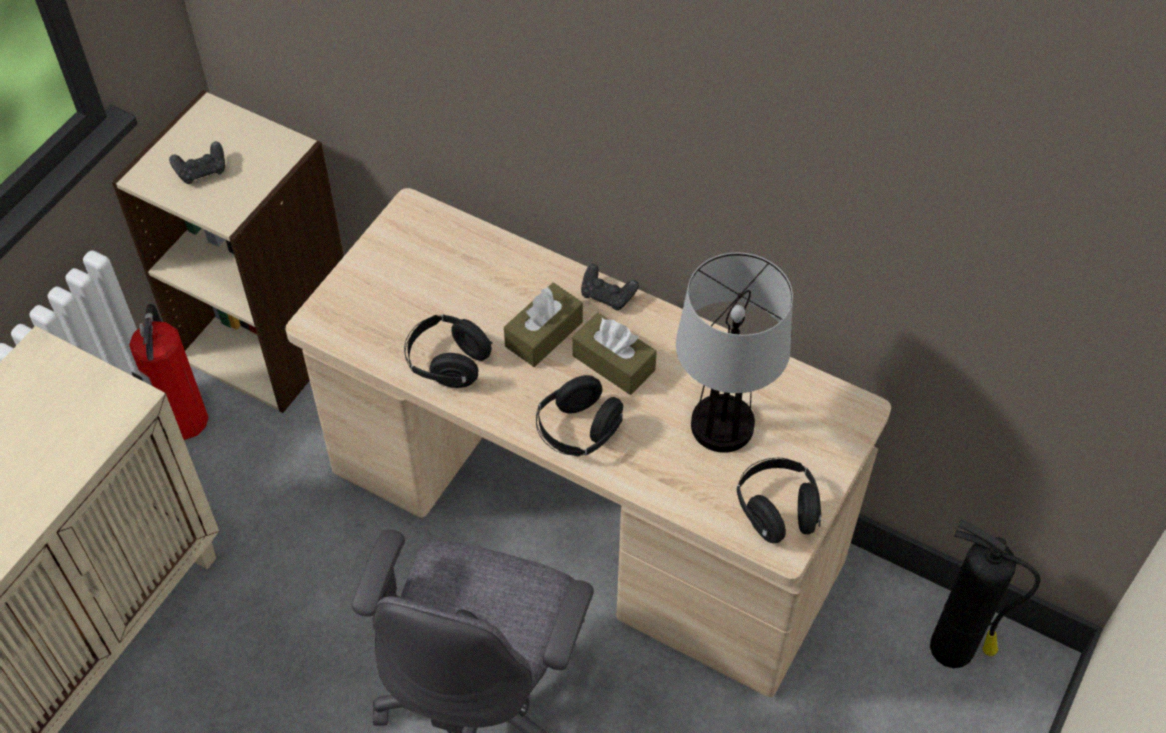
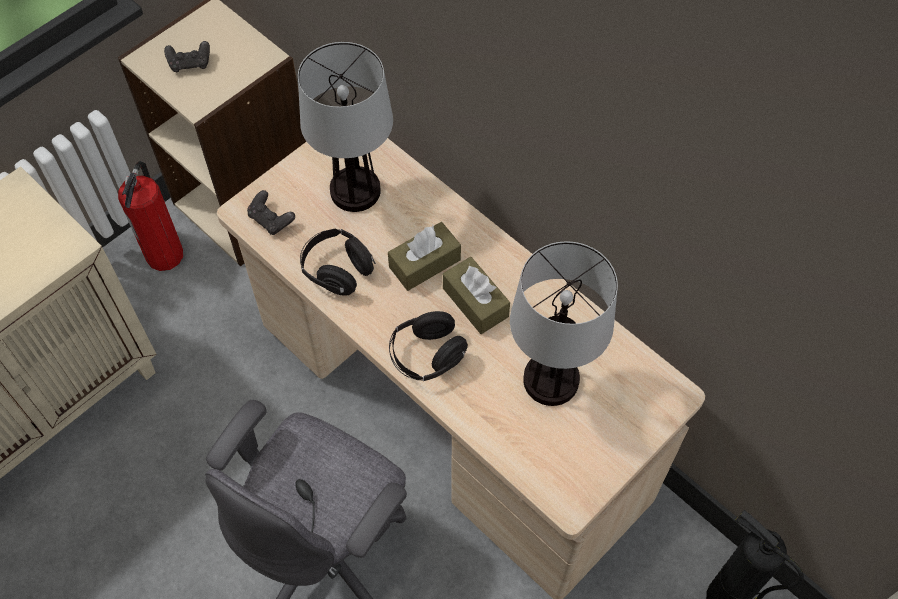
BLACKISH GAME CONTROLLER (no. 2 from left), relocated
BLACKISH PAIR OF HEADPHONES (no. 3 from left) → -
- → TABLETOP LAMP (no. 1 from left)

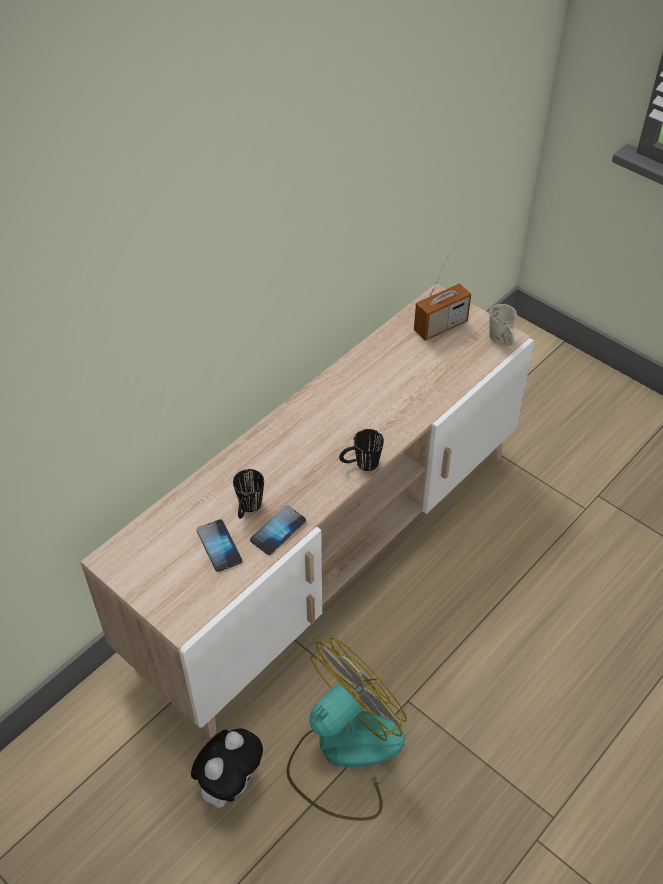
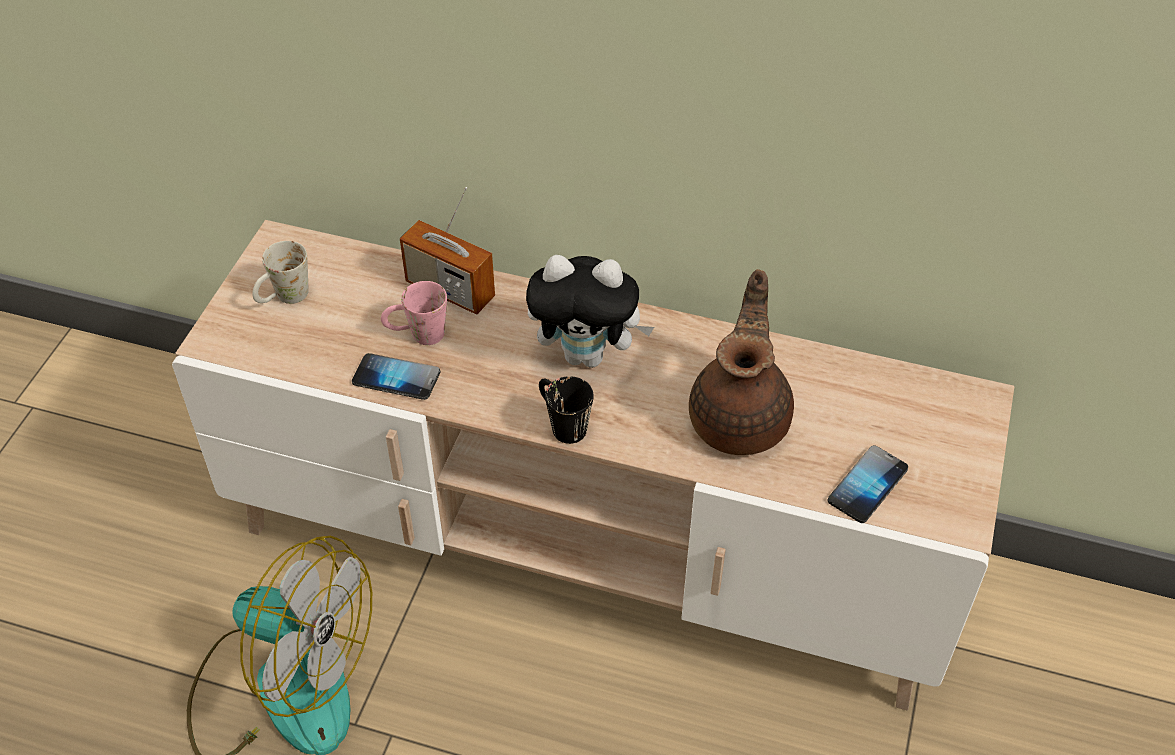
SOFT TOY, relocated
TELEPHONE (no. 1 from left in the first image) → TELEPHONE (no. 2 from left), relocated
BLACKISH COFFEE MUG (no. 1 from left) → PINK COFFEE MUG
RADIO SET, relocated
WHITISH COFFEE MUG, relocated
- → BROWN-COLOURED TEAPOT

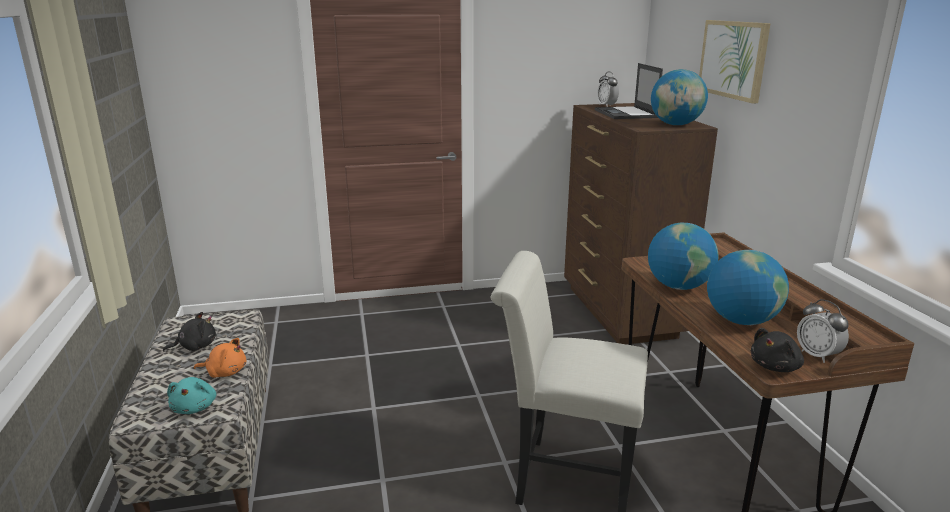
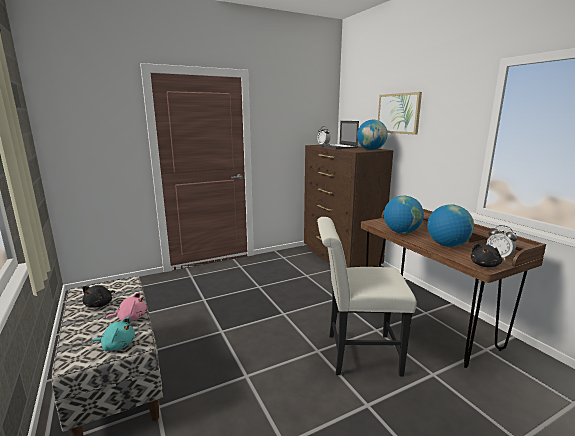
BLACKISH SOFT TOY (no. 1 from left), 150 degrees clockwise
TURQUOISE SOFT TOY, 60 degrees counterclockwise
ORANGE SOFT TOY → PINK SOFT TOY

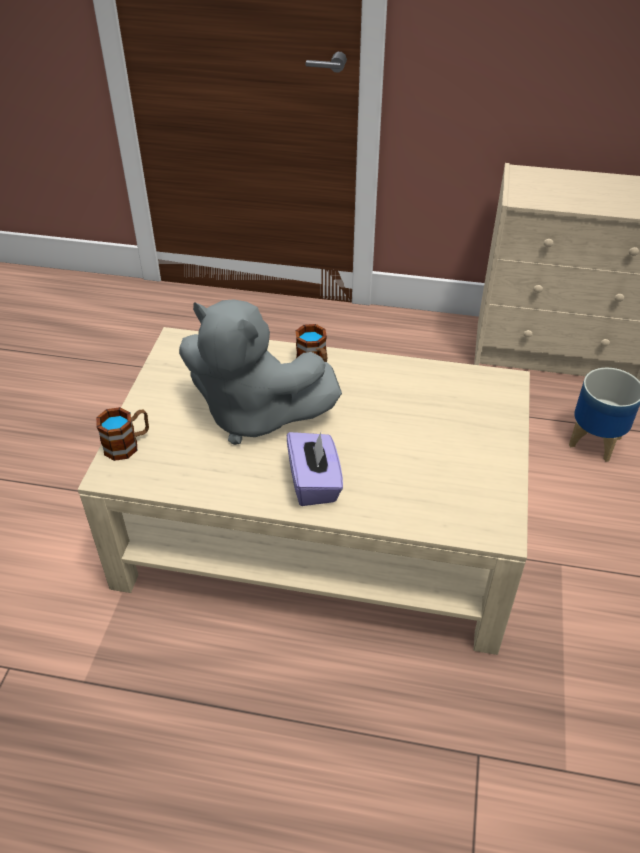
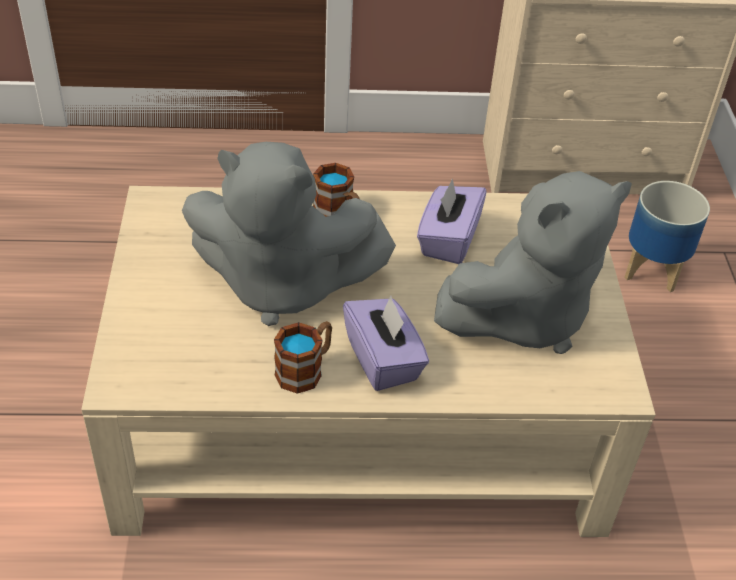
COFFEE MUG (no. 1 from left), relocated
- → PURPLE TISSUE HOLDER (no. 2 from left)
- → GREY SOFT TOY (no. 2 from left)

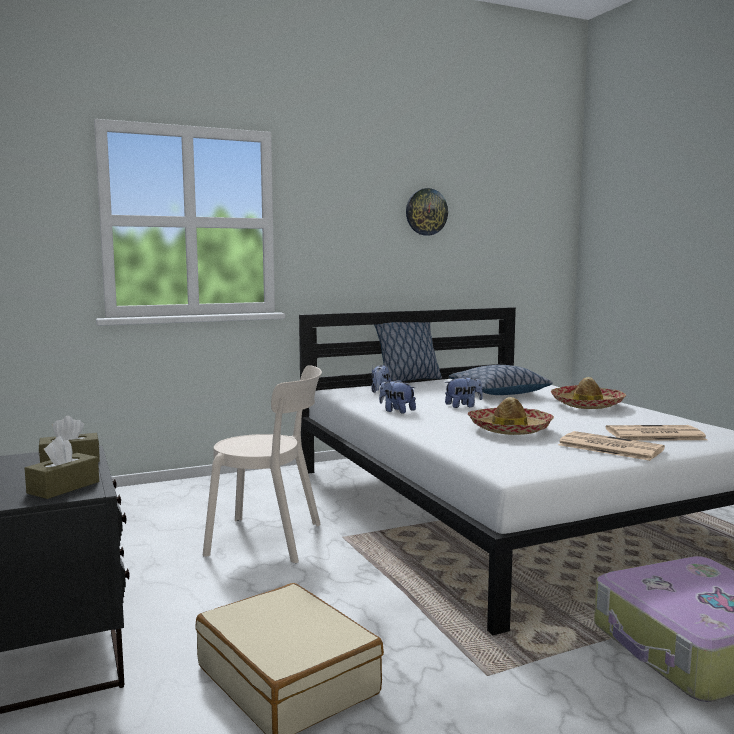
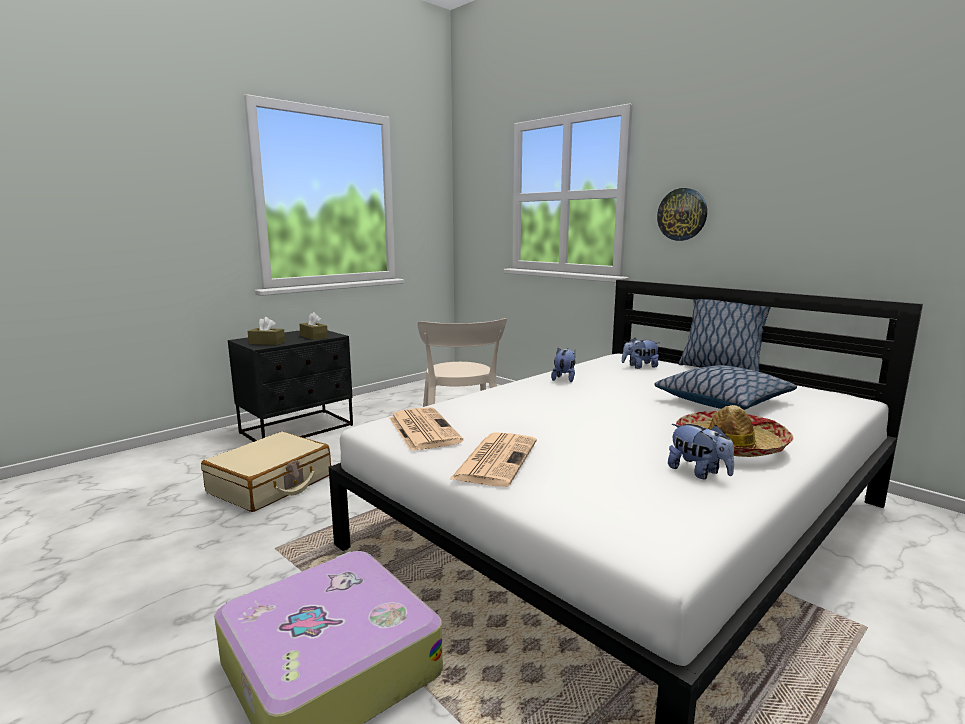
WALL CLOCK, relocated
SOFT TOY (no. 3 from left), relocated
CLOTHING HAT (no. 1 from left) → -
PRINTED PAPER (no. 2 from left in the first image) → PRINTED PAPER (no. 1 from left), relocated

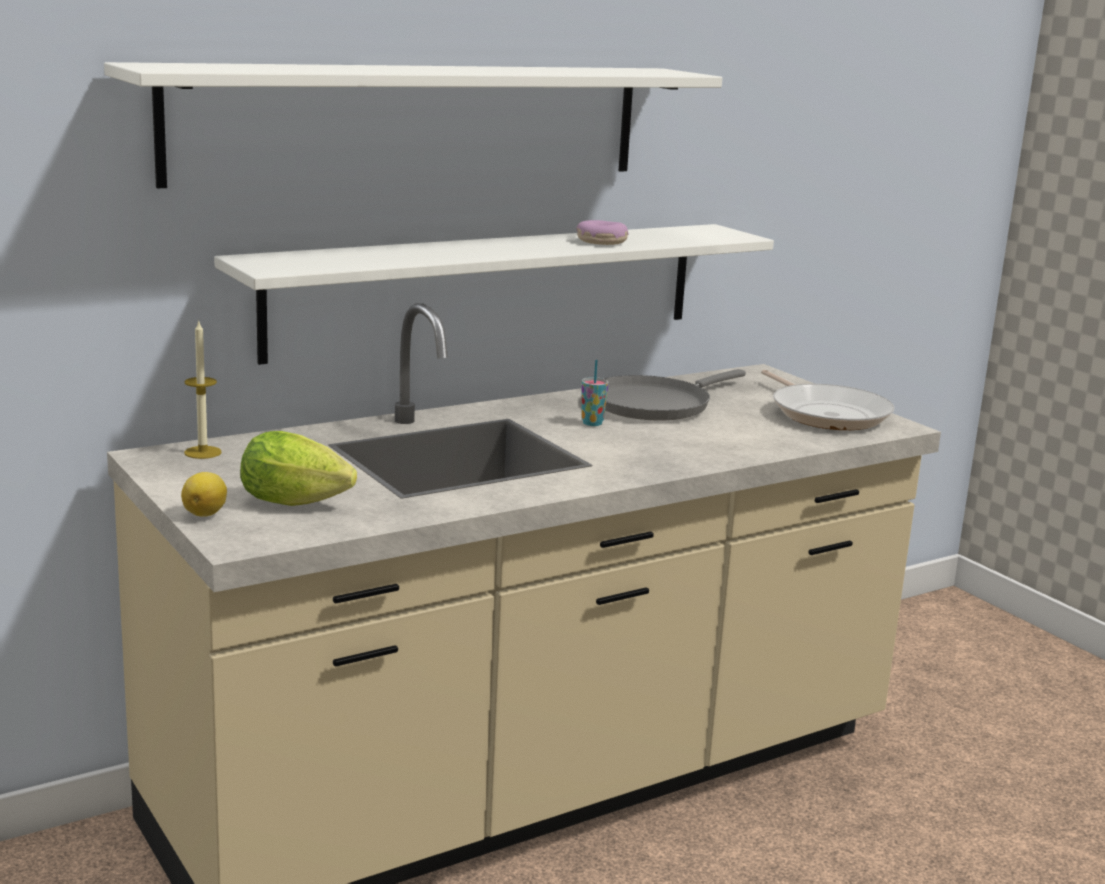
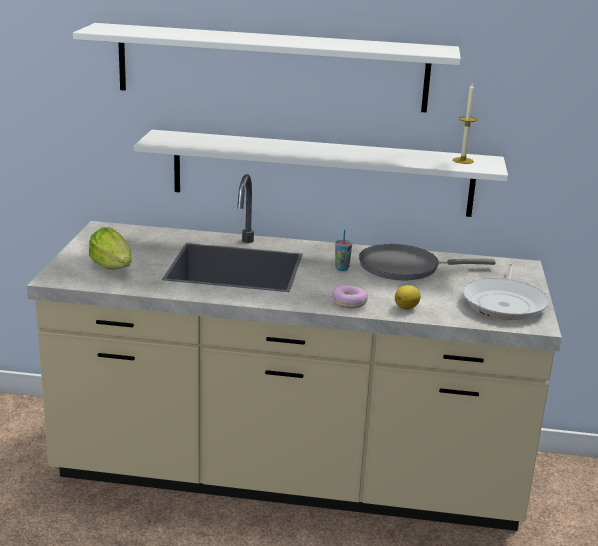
LEMON, relocated
CANDLE, relocated
DONUT, relocated

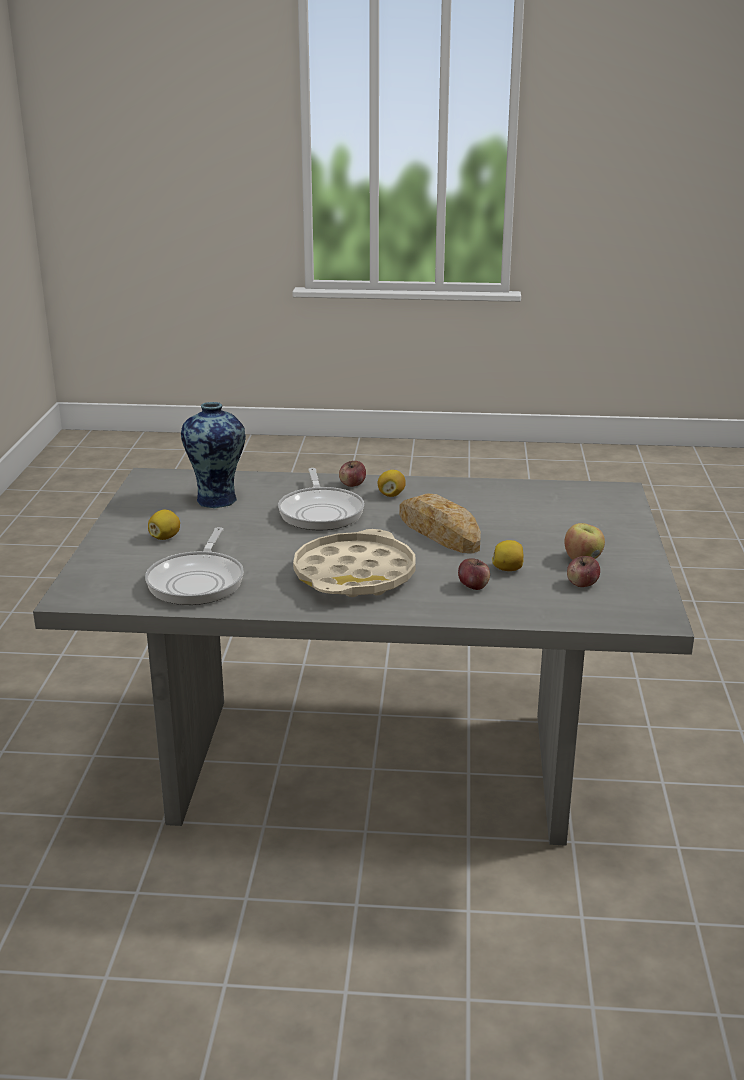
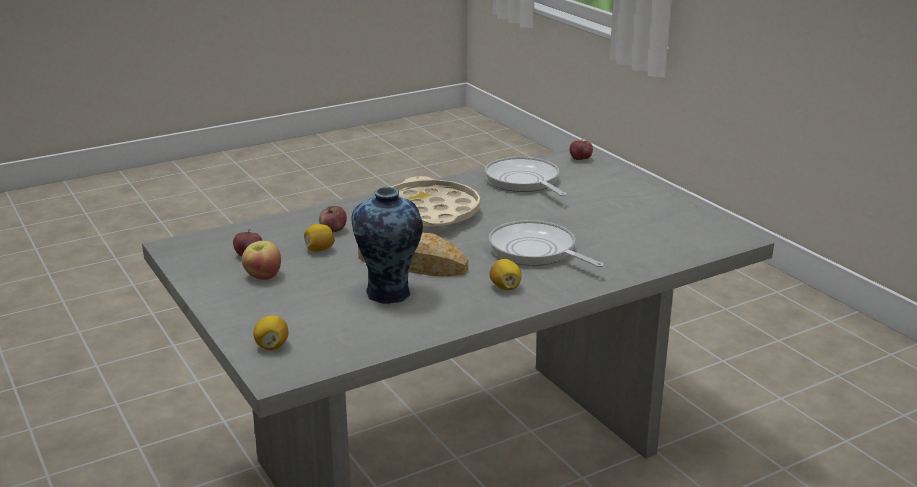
LEMON (no. 1 from left), relocated
FLOWER VASE, relocated
APPLE (no. 1 from left in the first image) → APPLE (no. 4 from left), relocated

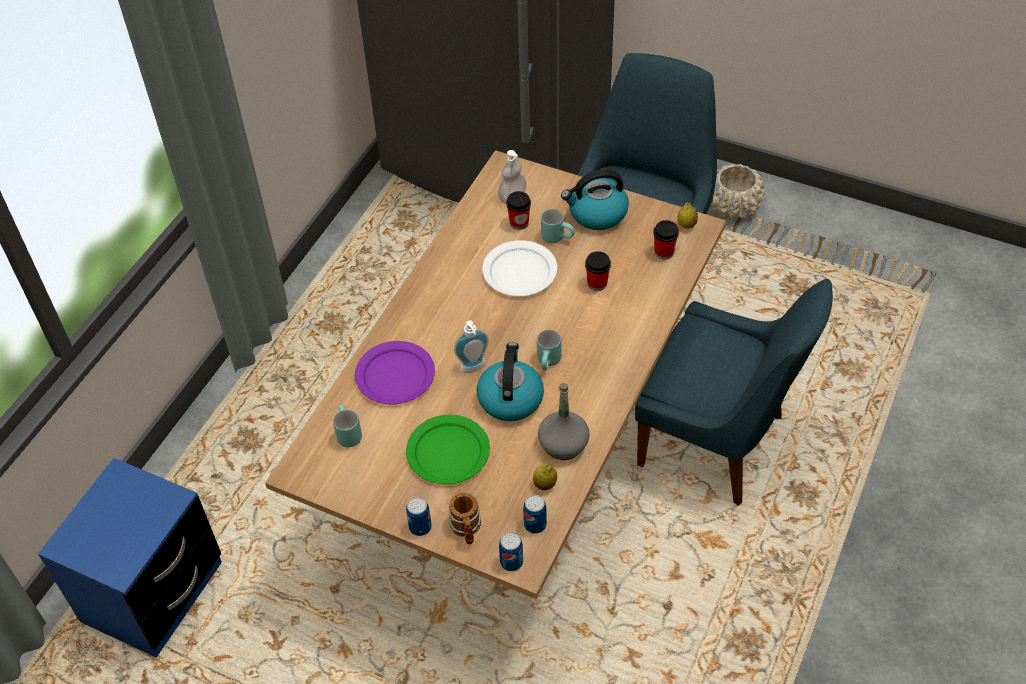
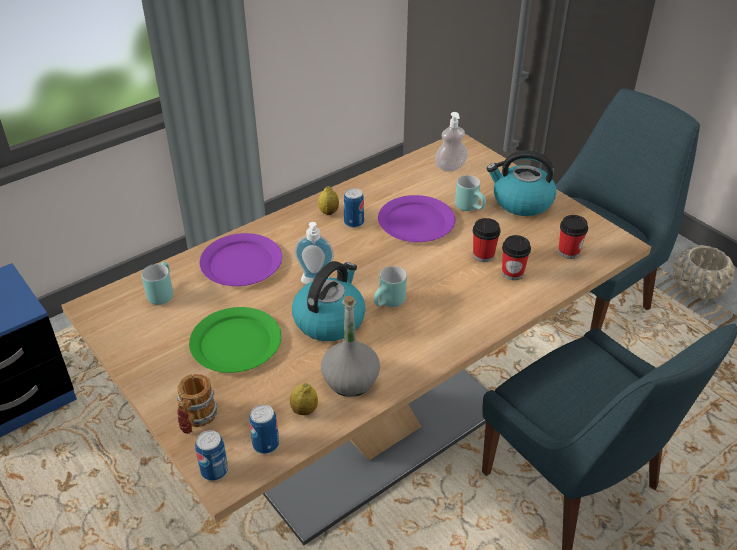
METAL CAN (no. 1 from left in the first image) → METAL CAN (no. 3 from left), relocated
WHITISH DINNER PLATE → PURPLE DINNER PLATE (no. 2 from left)
CUP (no. 1 from left in the first image) → CUP (no. 2 from left), relocated
LEMON (no. 2 from left), relocated

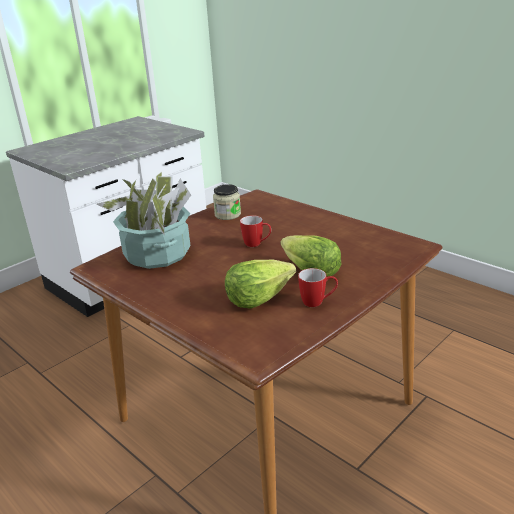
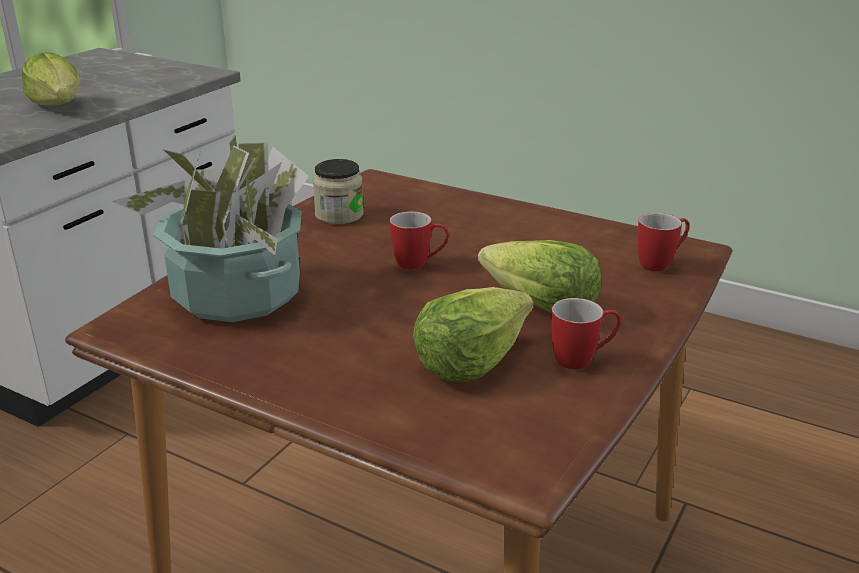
- → LETTUCE HEAD (no. 1 from left)
- → COFFEE MUG (no. 3 from left)

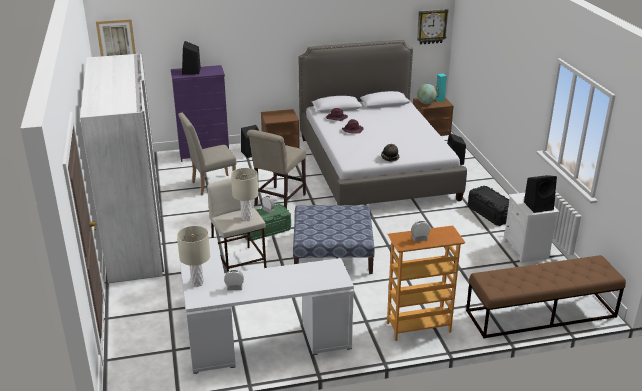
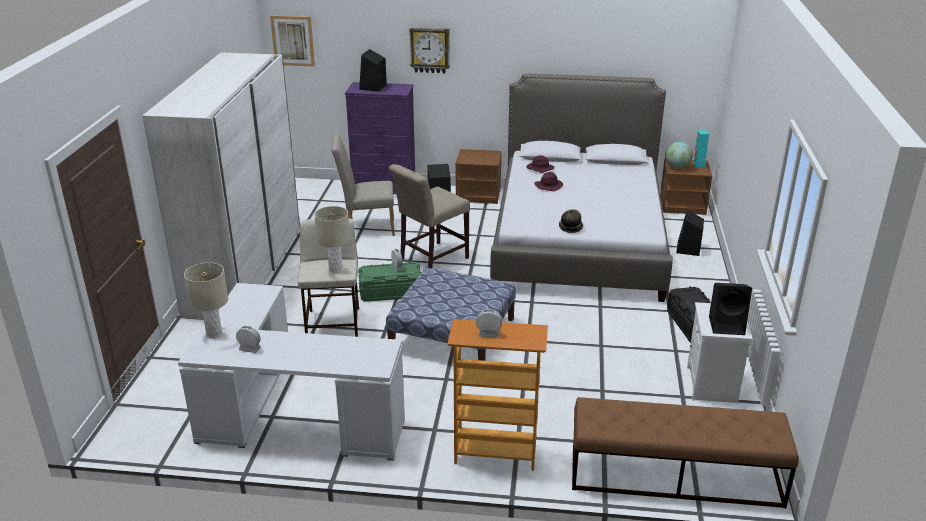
WALL CLOCK, relocated

